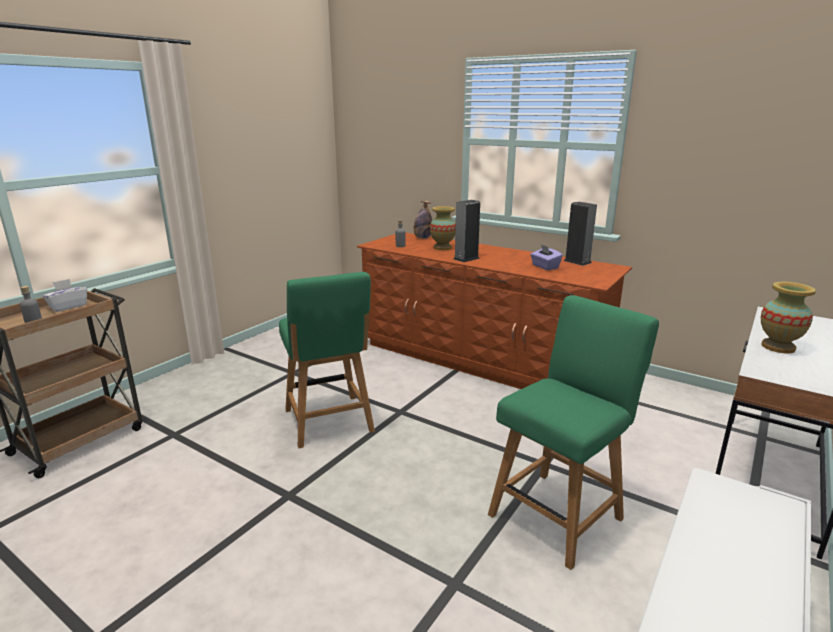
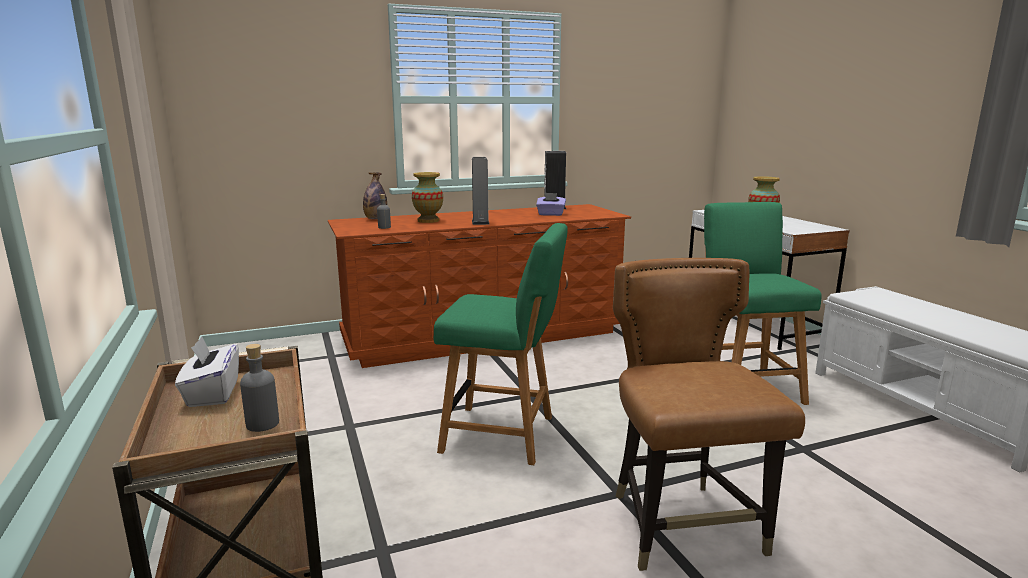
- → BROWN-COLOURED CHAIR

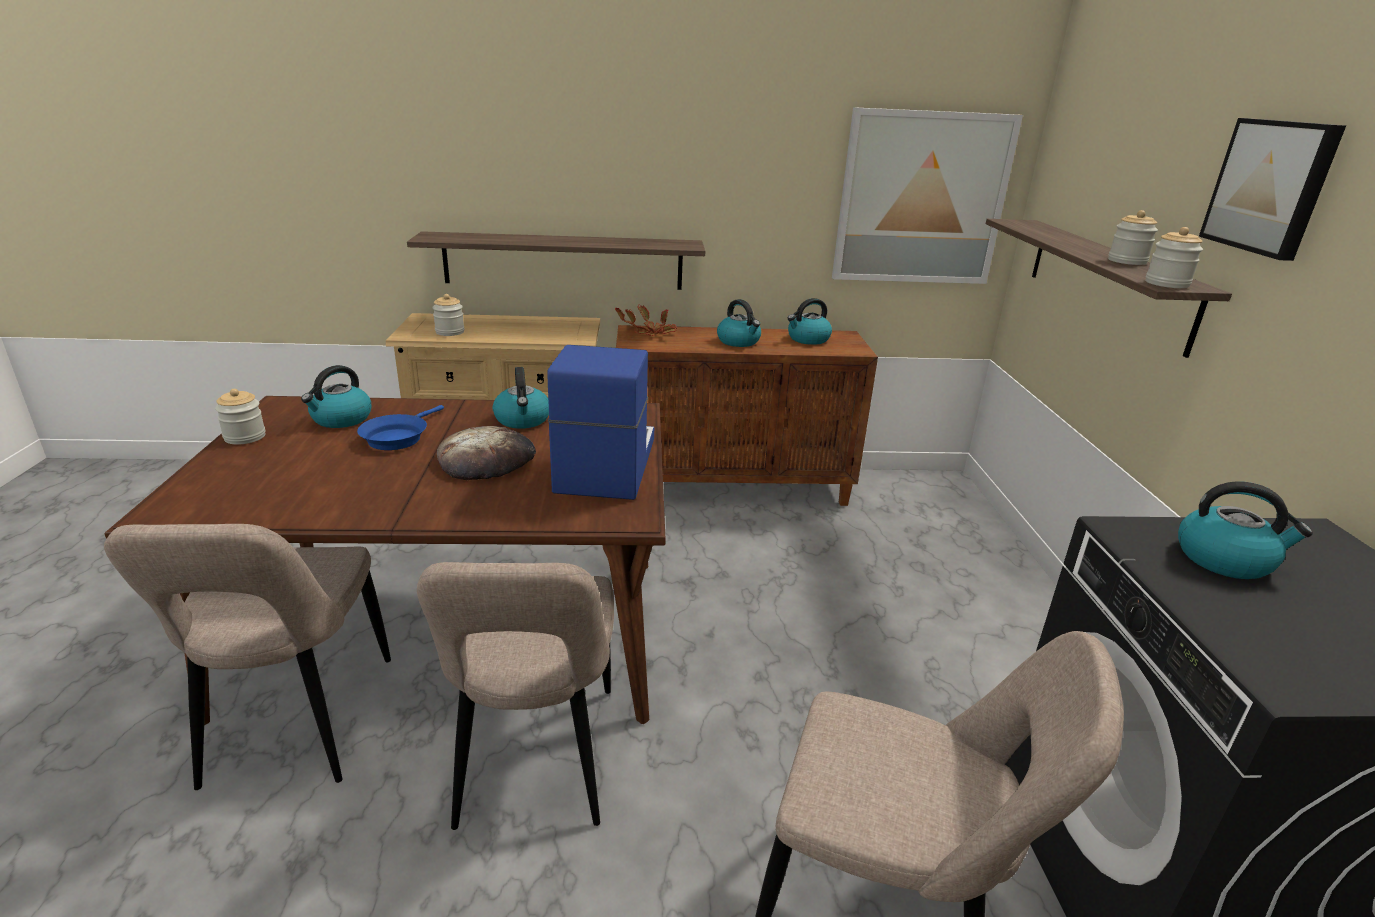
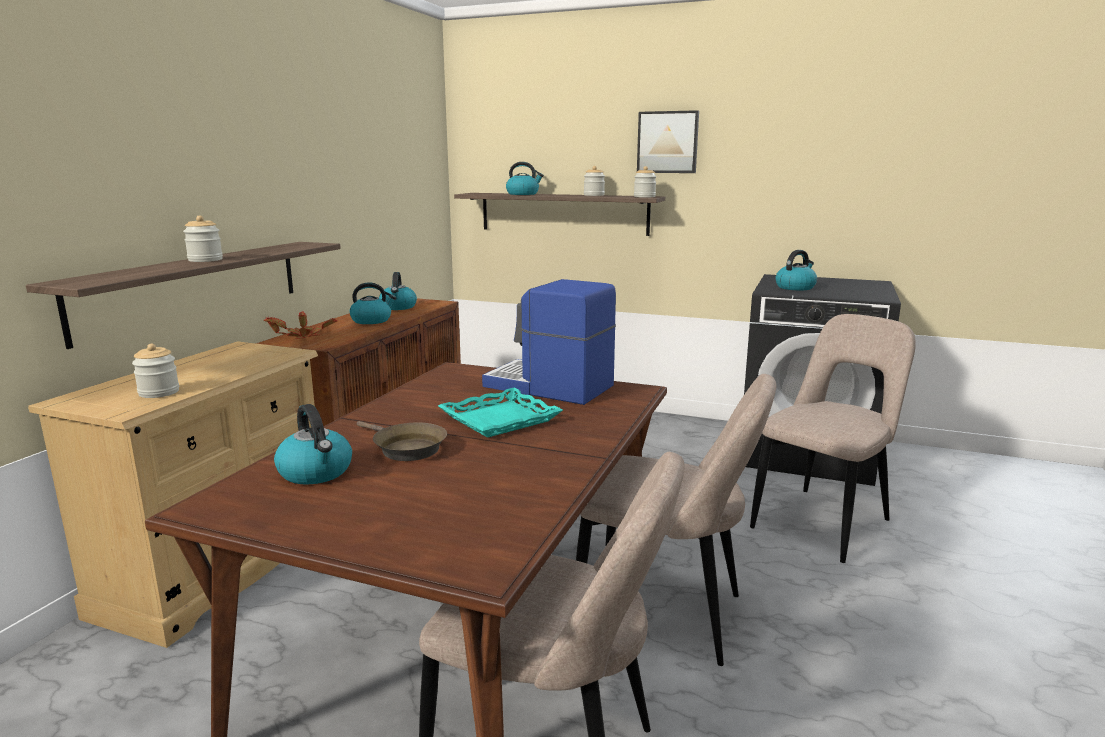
PRESERVE JAR (no. 1 from left in the first image) → PRESERVE JAR (no. 2 from left), relocated
BLUE FRYING PAN → BROWN-COLOURED FRYING PAN
BAKED BREAD → TURQUOISE TRAY
WATER KETTLE (no. 2 from left in the first image) → WATER KETTLE (no. 4 from left), relocated
WALL PICTURE (no. 1 from left) → -

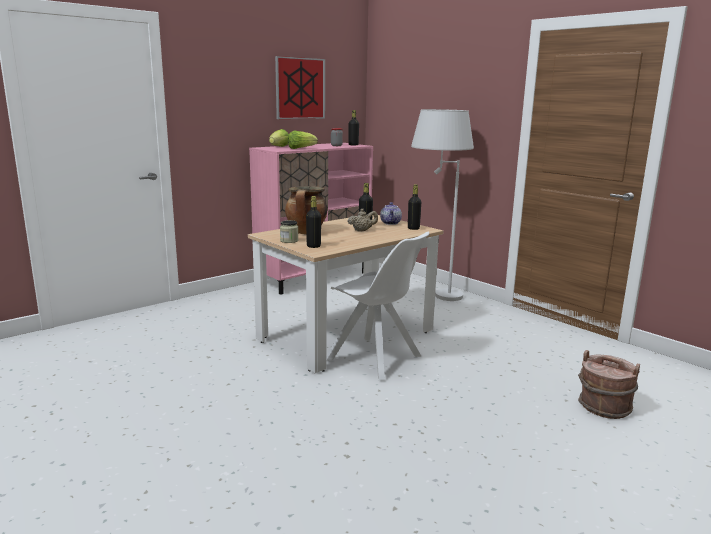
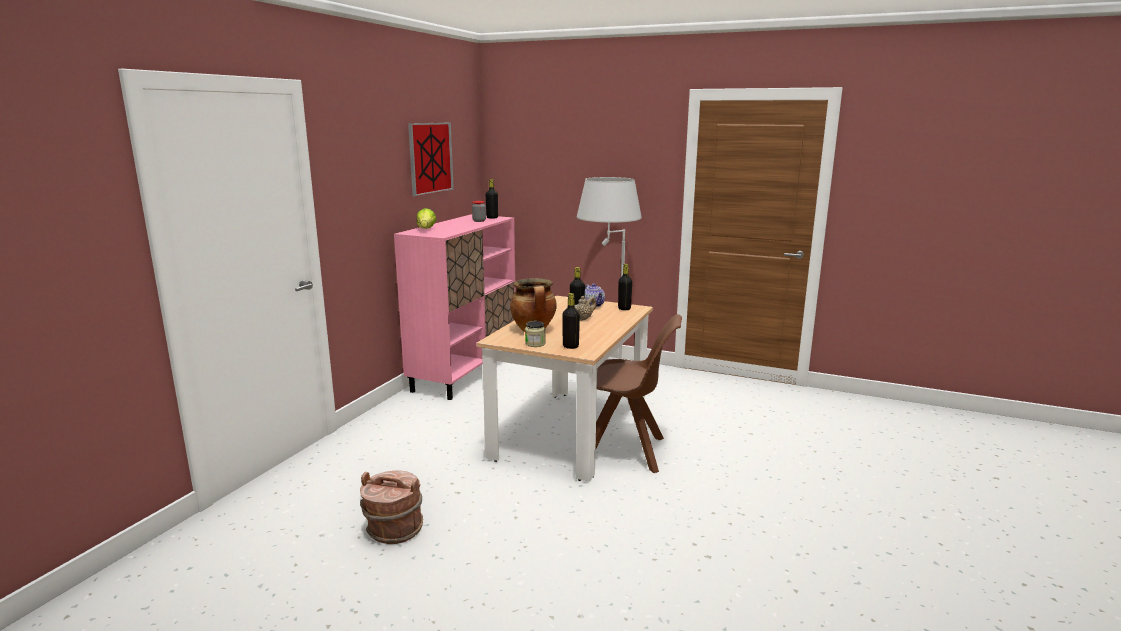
LETTUCE HEAD (no. 2 from left) → -
WHITISH CHAIR → BROWN-COLOURED CHAIR
BROWN-COLOURED WATER BUCKET, relocated

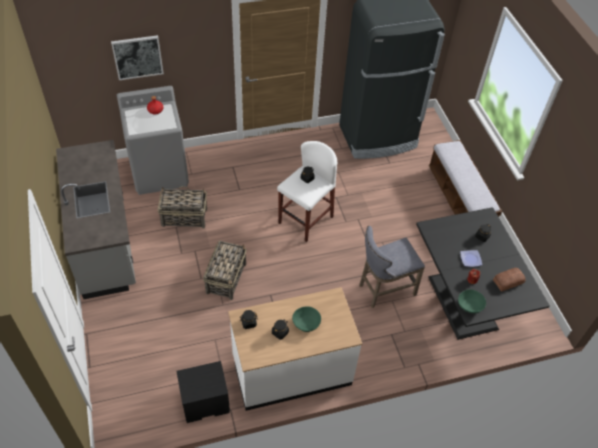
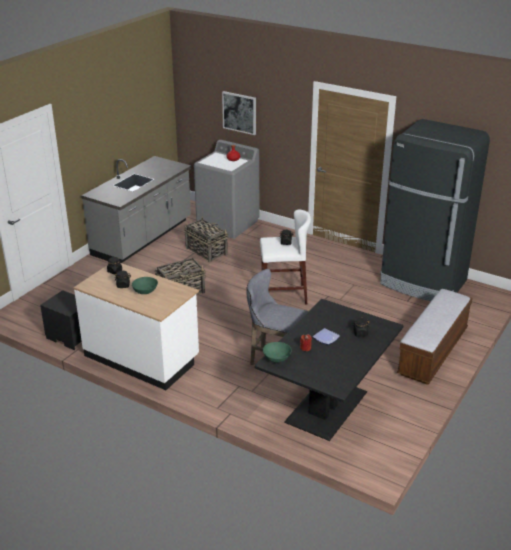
BAKED BREAD → -

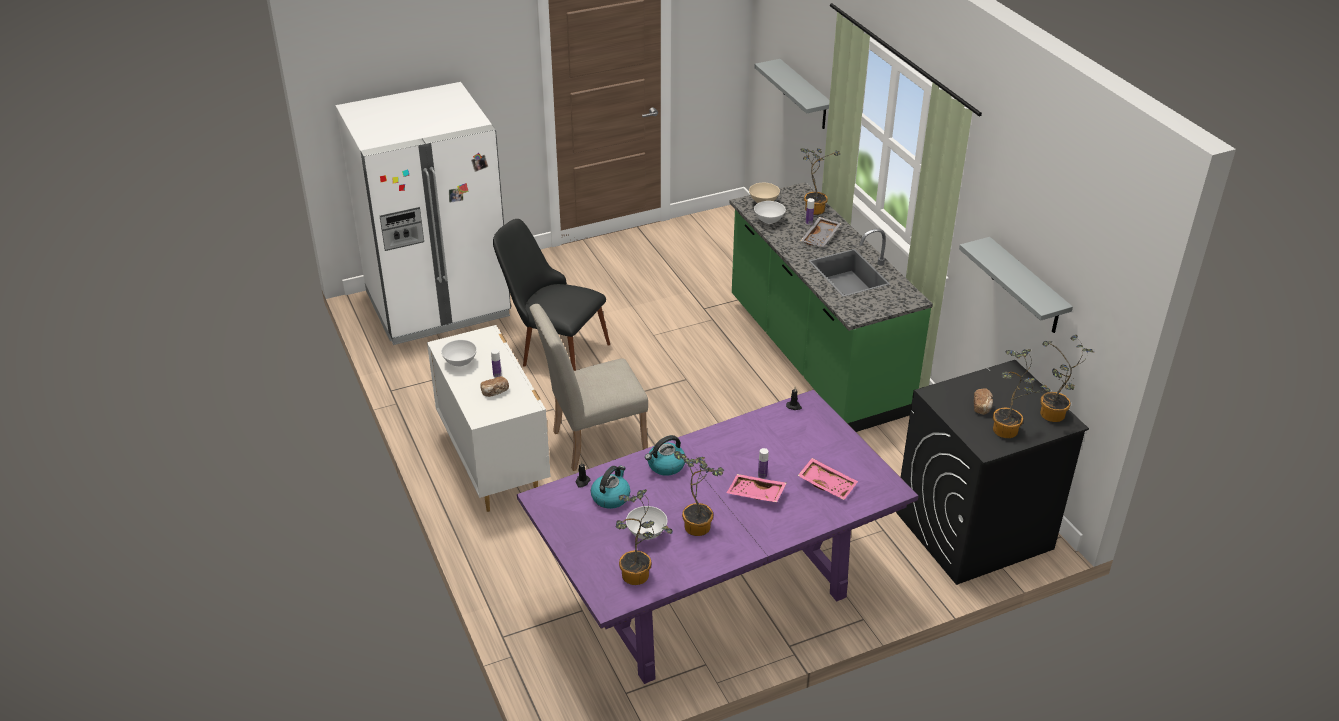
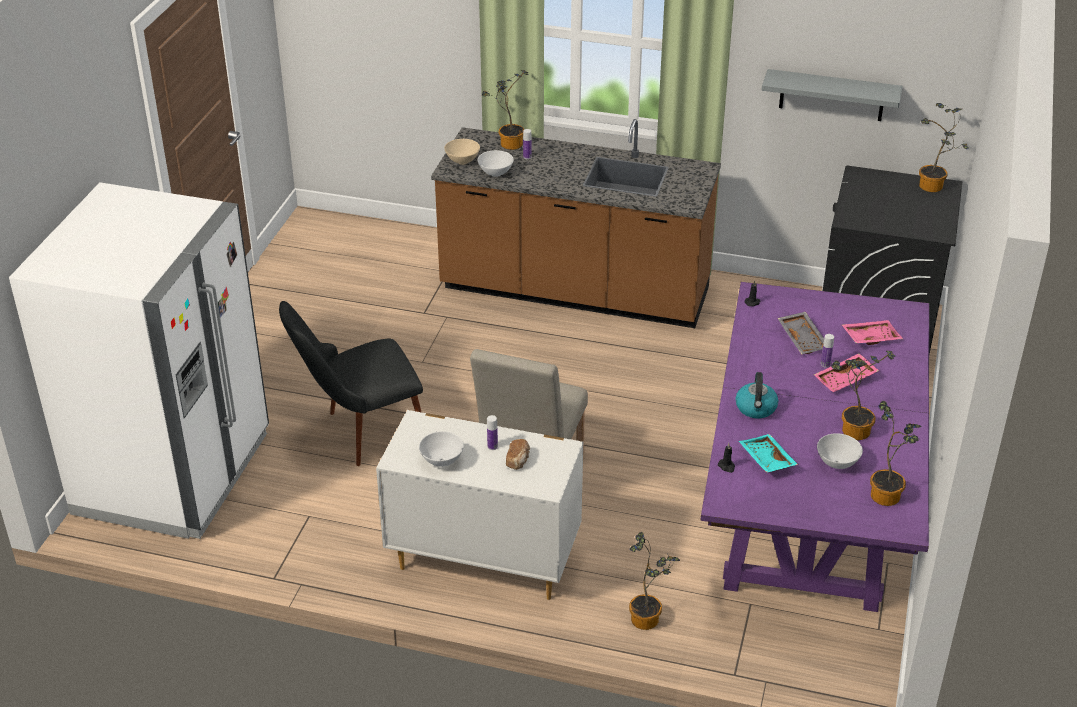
WATER KETTLE (no. 1 from left) → TURQUOISE TRAY
GREENISH KITCHEN BASE UNIT → BROWN-COLOURED KITCHEN BASE UNIT
GREY SHELF (no. 1 from left) → -
GREY TRAY, relocated
BAKED BREAD (no. 2 from left) → -
POTTED PLANT (no. 4 from left in the first image) → POTTED PLANT (no. 2 from left), relocated

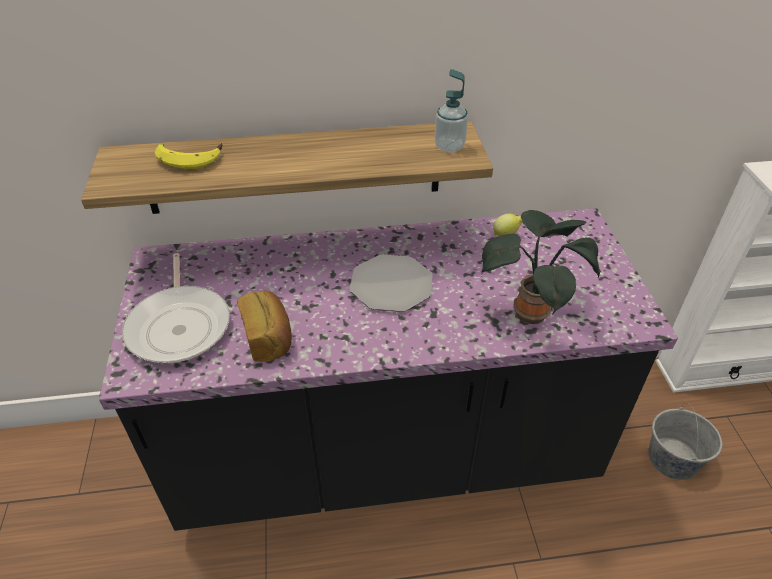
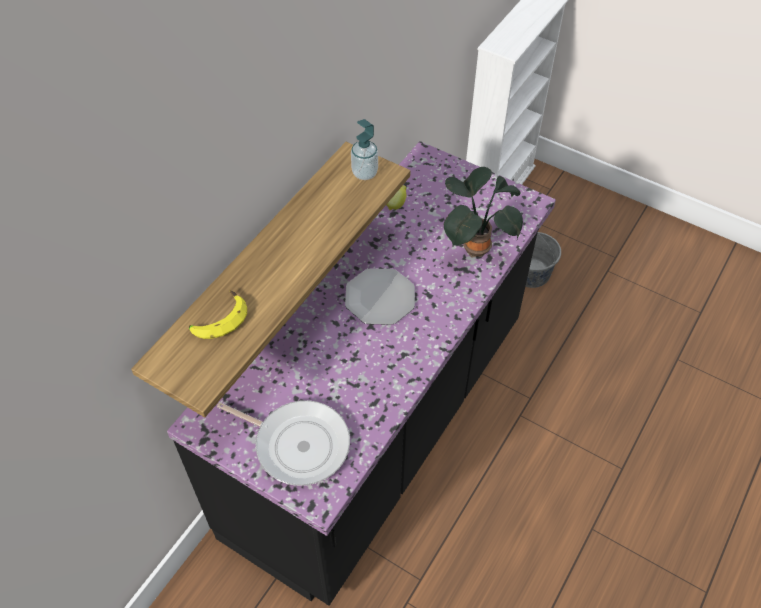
BAKED BREAD → -

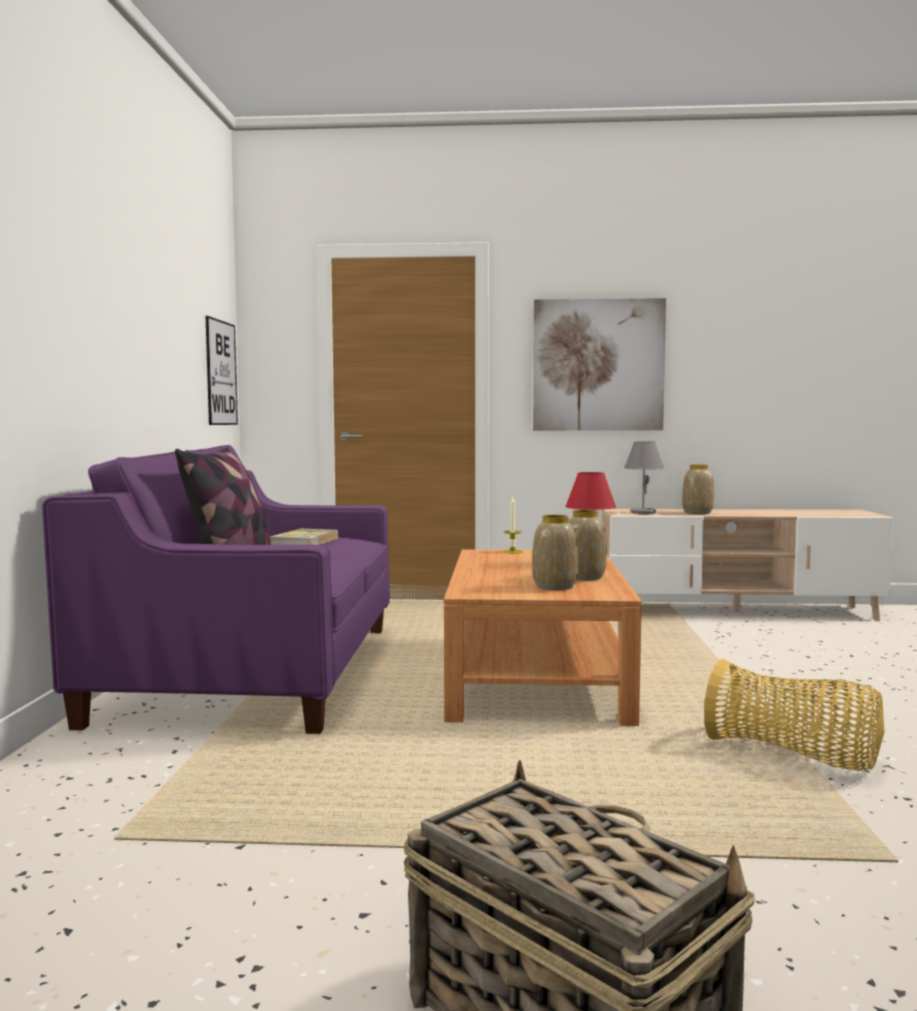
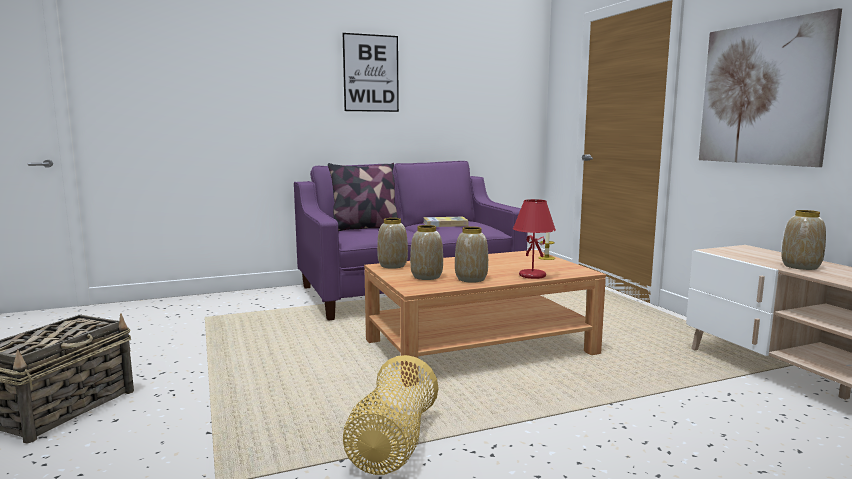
WALL PICTURE (no. 1 from left), relocated
GREY TABLETOP LAMP → -
- → FLOWER VASE (no. 1 from left)

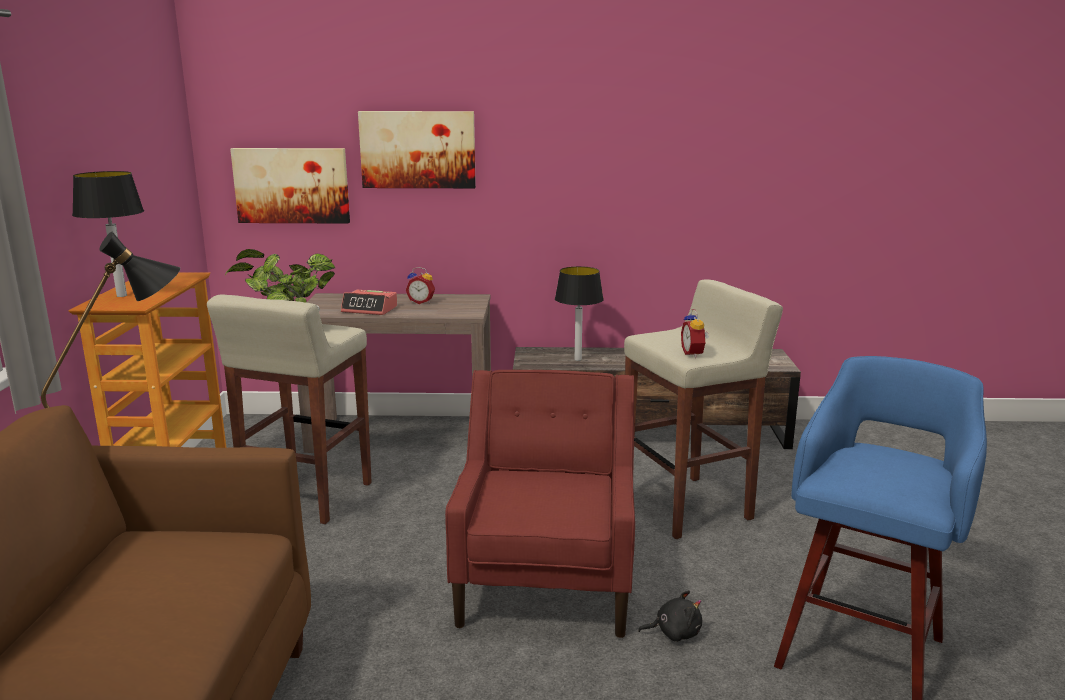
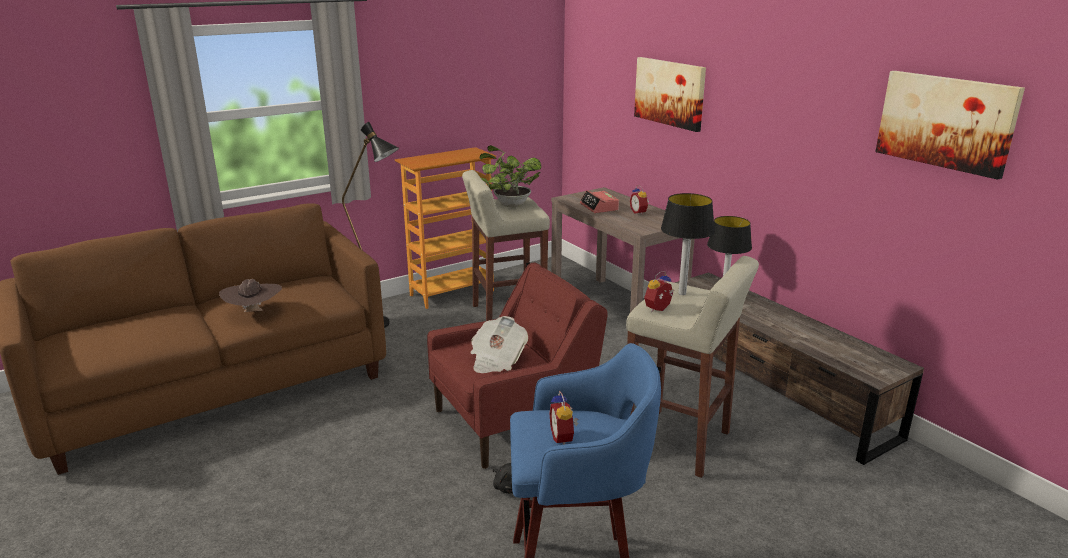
TABLETOP LAMP (no. 1 from left), relocated
WALL PICTURE (no. 1 from left in the first image) → WALL PICTURE (no. 2 from left), relocated
- → BROWN-COLOURED CLOTHING HAT
- → PRINTED PAPER
- → TABLE CLOCK (no. 1 from left)

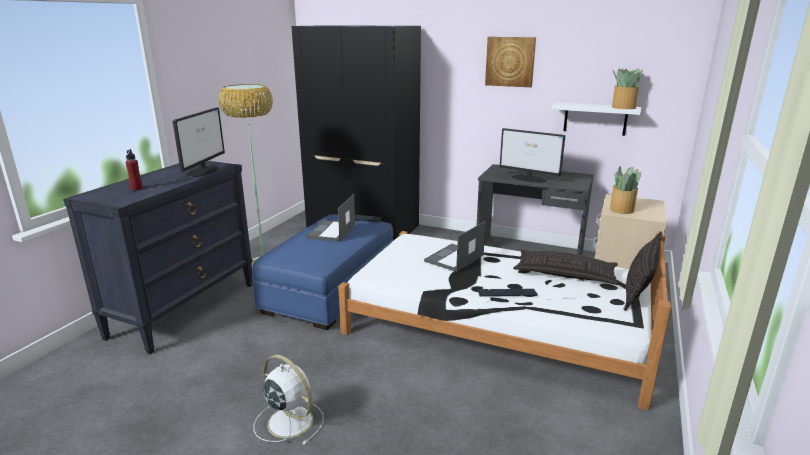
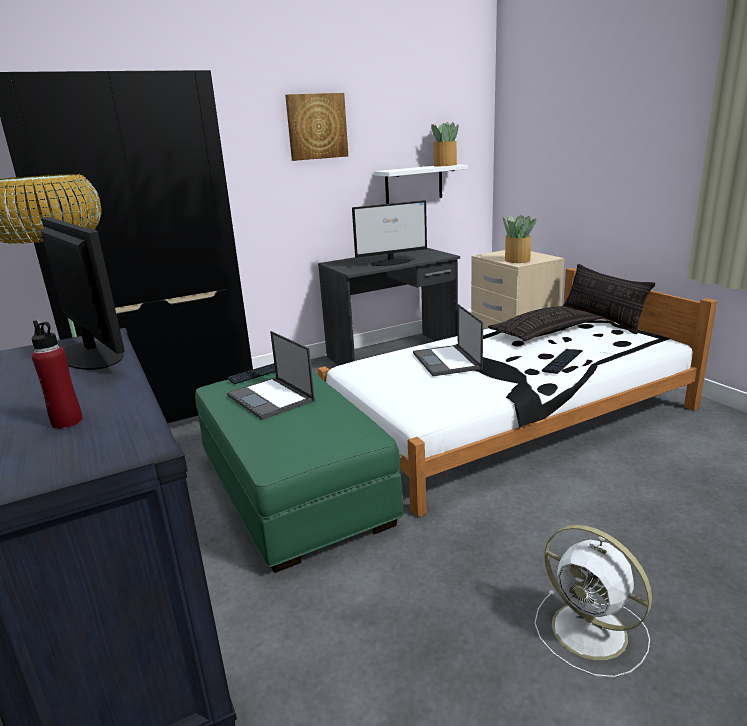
BLUE FOOTREST → GREENISH FOOTREST
WHITISH ELECTRIC FAN, 120 degrees counterclockwise

